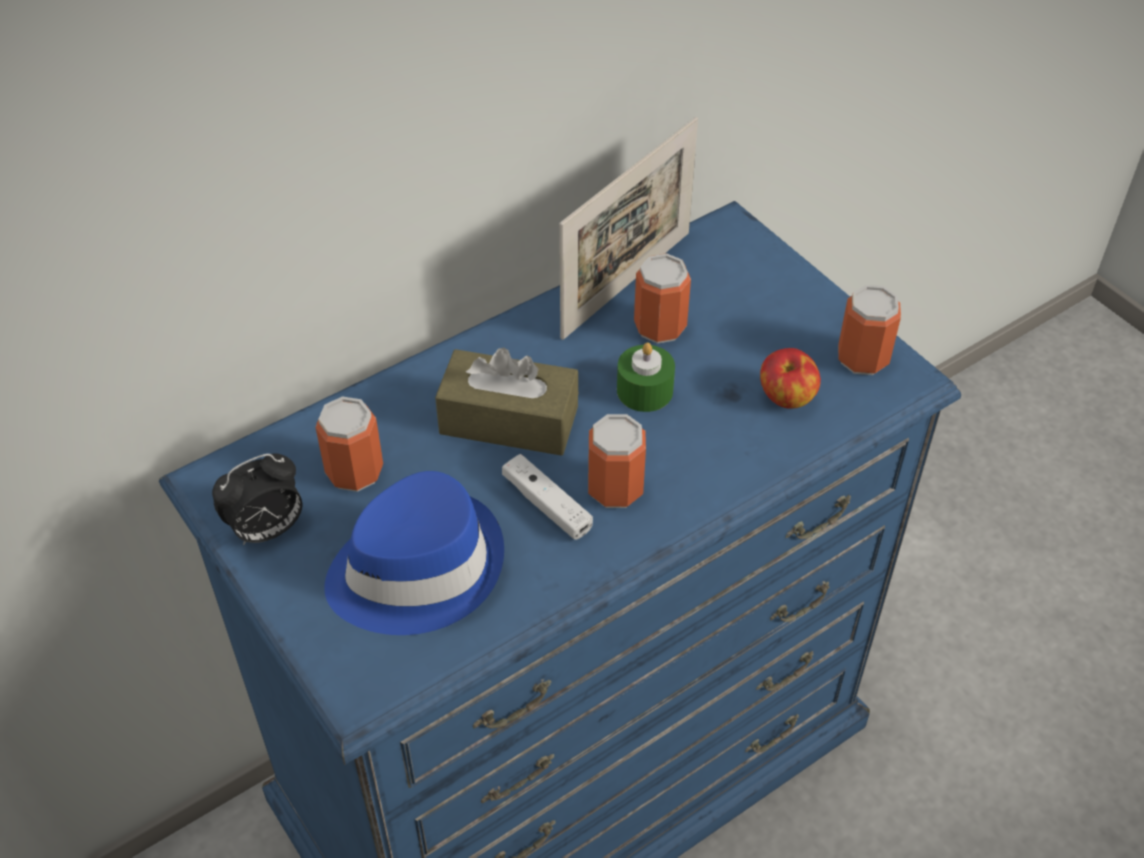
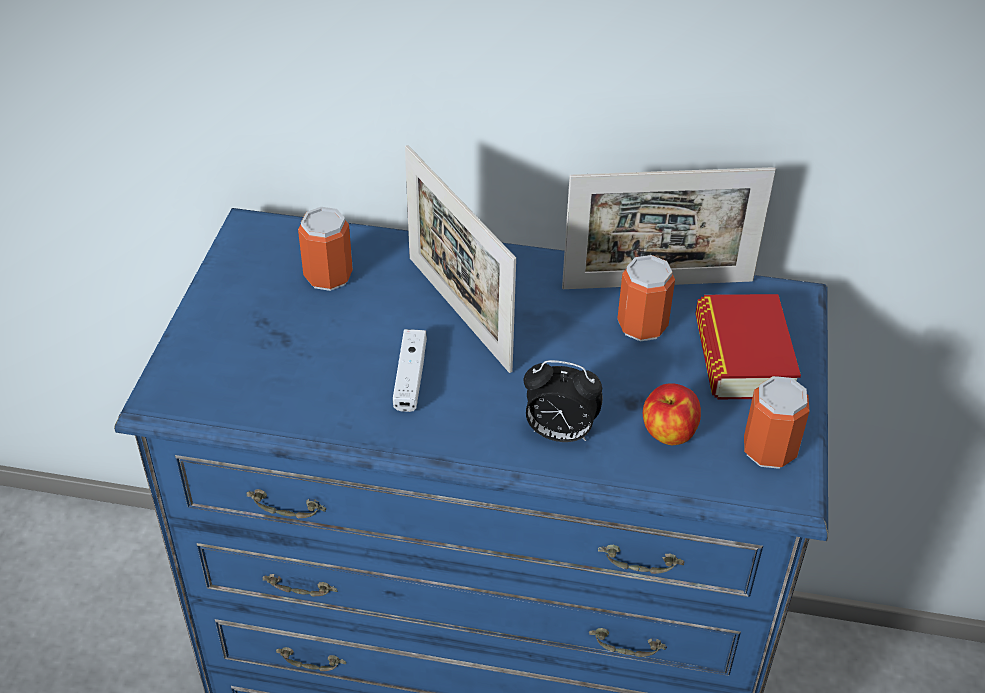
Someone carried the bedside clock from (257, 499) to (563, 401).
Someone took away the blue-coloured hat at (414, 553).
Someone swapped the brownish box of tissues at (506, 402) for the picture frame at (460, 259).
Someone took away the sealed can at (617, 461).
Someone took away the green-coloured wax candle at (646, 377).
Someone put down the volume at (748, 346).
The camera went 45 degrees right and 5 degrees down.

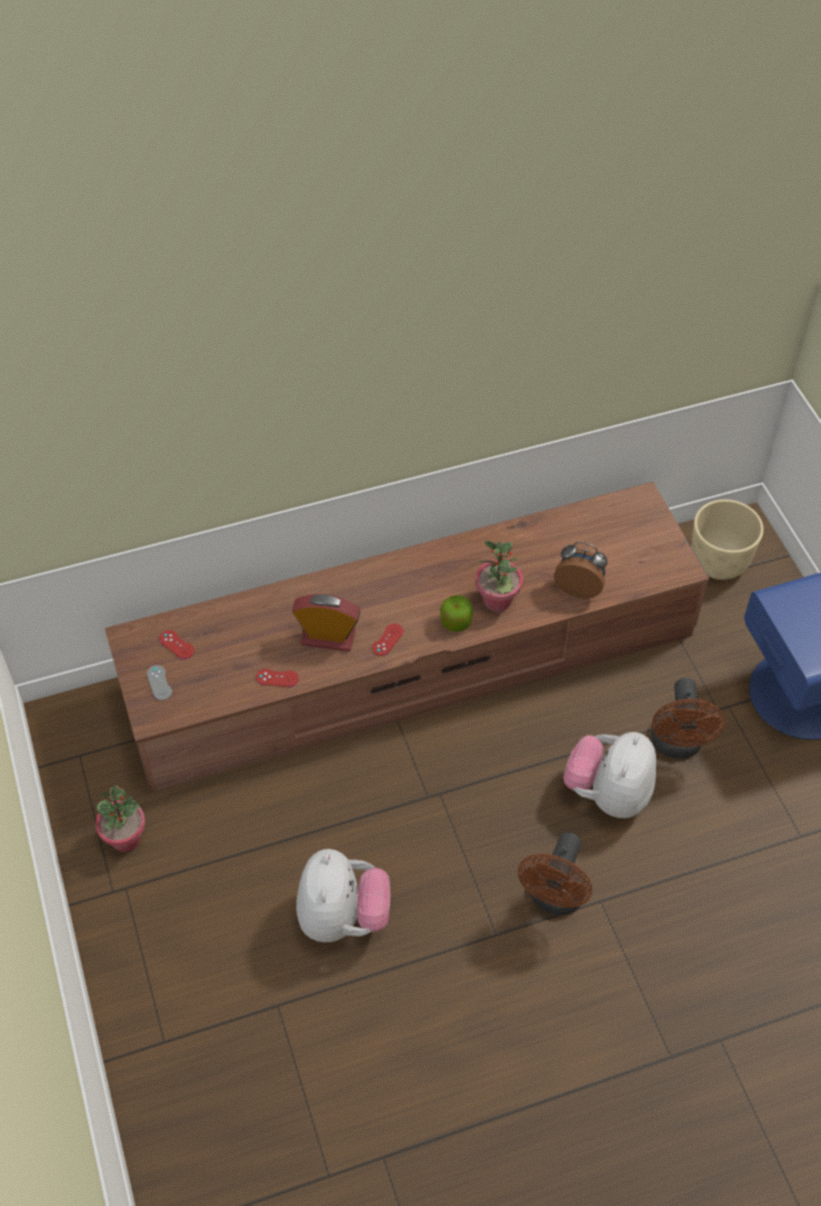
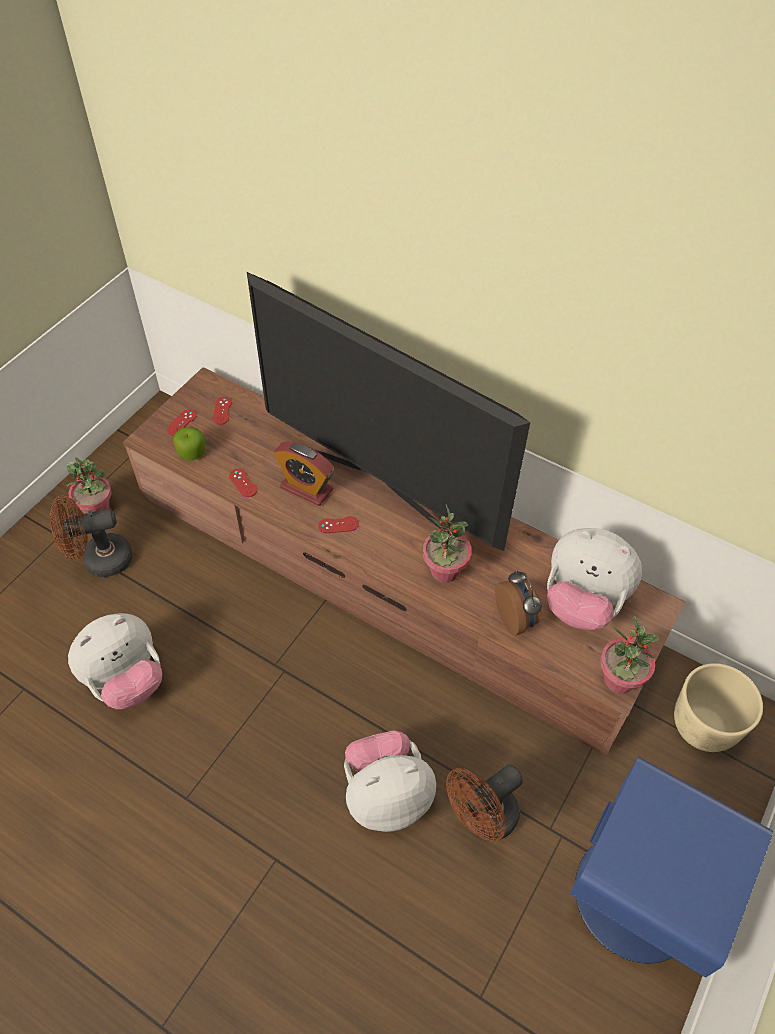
Someone repainted the grey gamepad at (159, 682), which became the reddish gamepad at (182, 422).
Someone rotated the bedside clock at (326, 622) by 150 degrees clockwise.
Someone carried the apple fruit from (456, 613) to (189, 443).
Someone carried the brownish electric fan from (555, 873) to (91, 536).
Someone put down the television at (388, 411).
Someone put down the soft toy at (594, 579).
Someone put down the houseplant at (629, 655).
The camera went 50 degrees right and 0 degrees up.

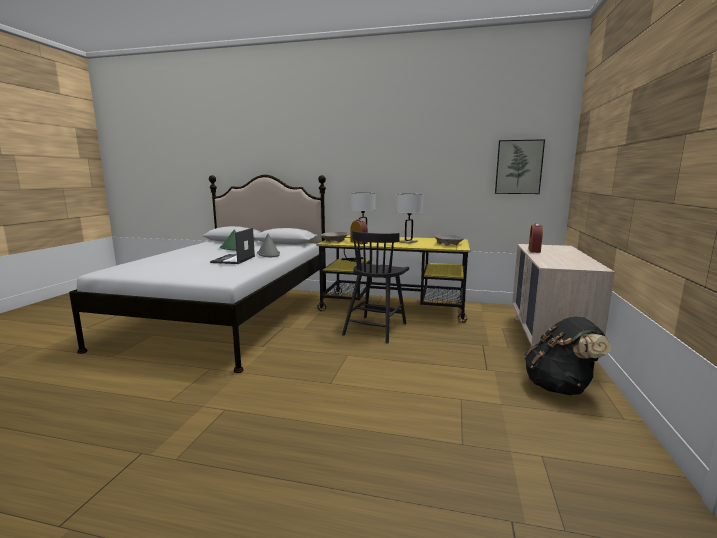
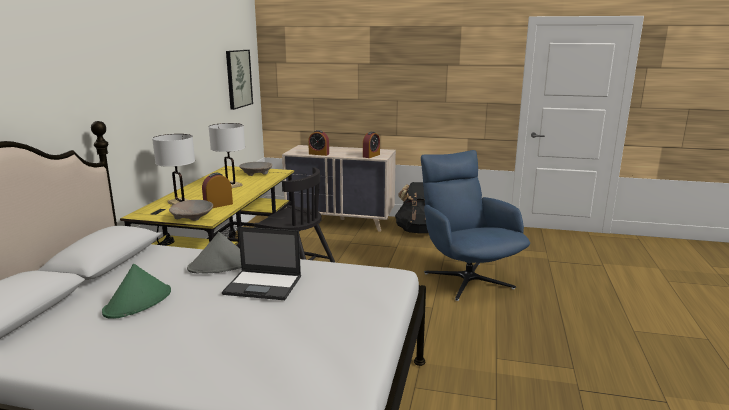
Someone put down the bedside clock at (371, 145).
Someone put down the blue-coloured armchair at (475, 225).
The camera went 90 degrees left and 5 degrees up.

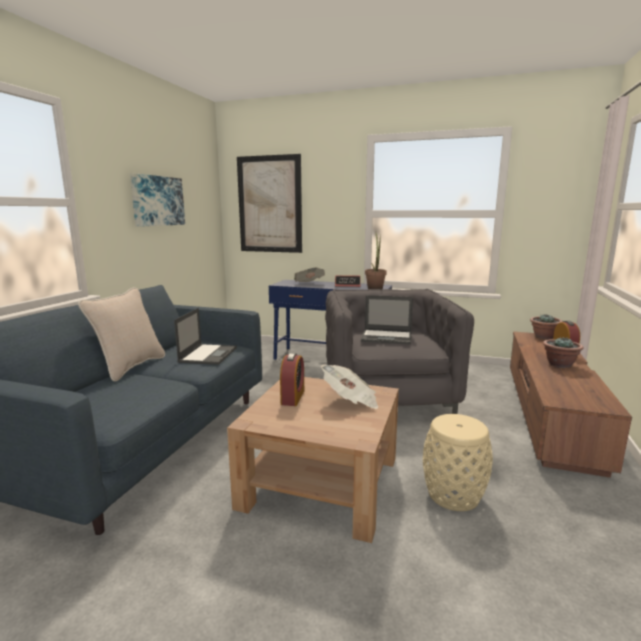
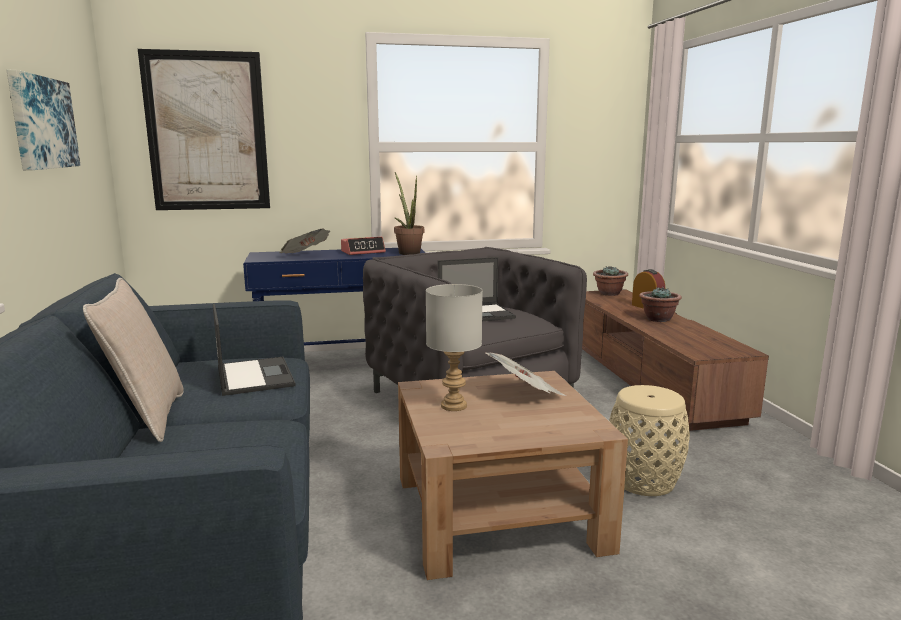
Someone swapped the bedside clock at (292, 379) for the grey tabletop lamp at (454, 347).
The camera went 30 degrees left and 0 degrees up.

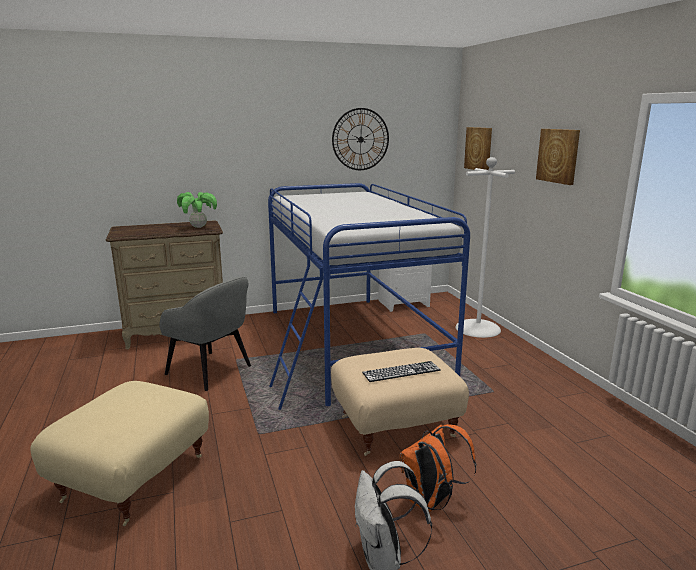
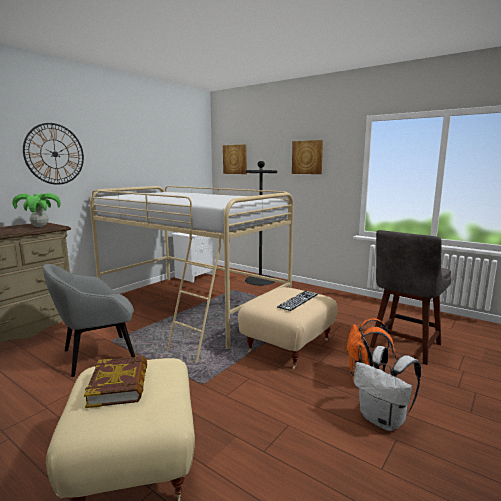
Someone rotated the grey armchair at (205, 334) by 150 degrees clockwise.
Someone repainted the blue-coloured bedroom bed at (369, 296), which became the beige bedroom bed at (192, 274).
Someone carried the hanging clock from (360, 139) to (53, 154).
Someone repainted the white-coloured clothes rack at (485, 247), which became the black clothes rack at (261, 223).
Someone put down the volume at (115, 382).
Someone put down the grey stool seat at (410, 297).
The camera went 35 degrees left and 5 degrees down.

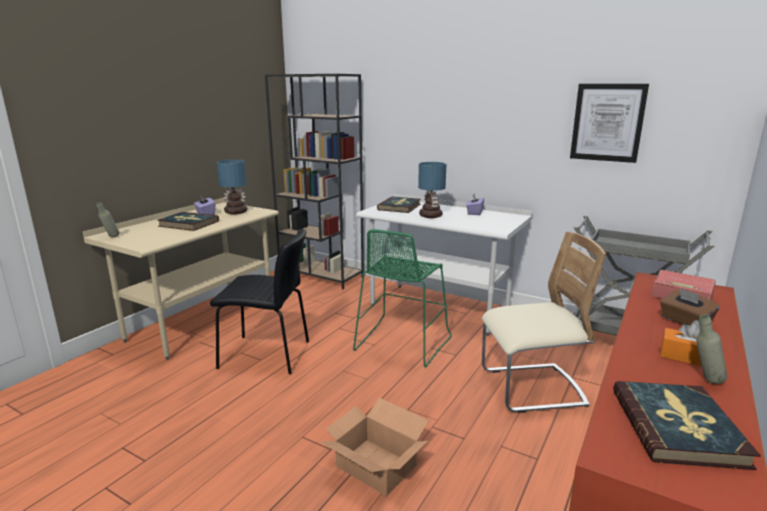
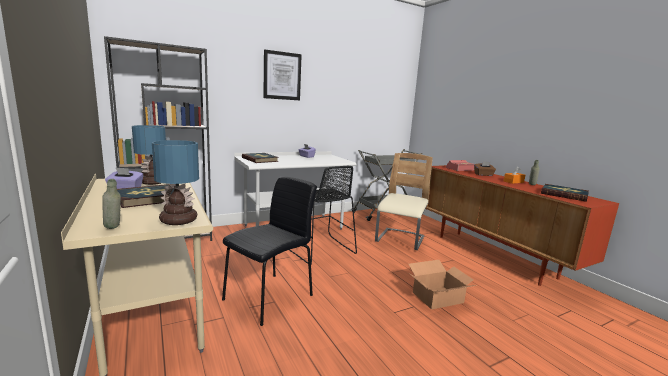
Someone repainted the green-coloured stool seat at (402, 298), which became the black stool seat at (323, 215).
Someone carried the tabletop lamp from (432, 190) to (175, 182).
Someone carried the wall picture from (609, 123) to (282, 74).
The camera went 60 degrees left and 5 degrees down.

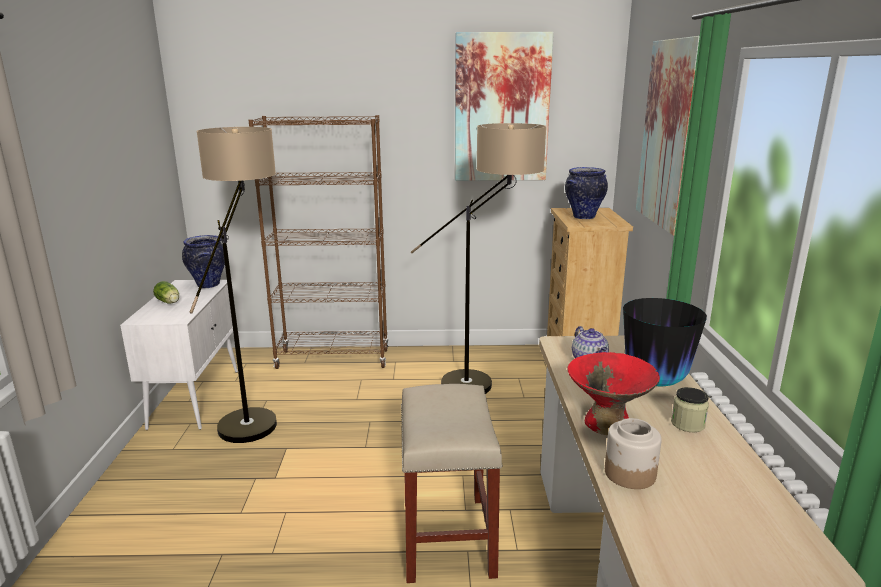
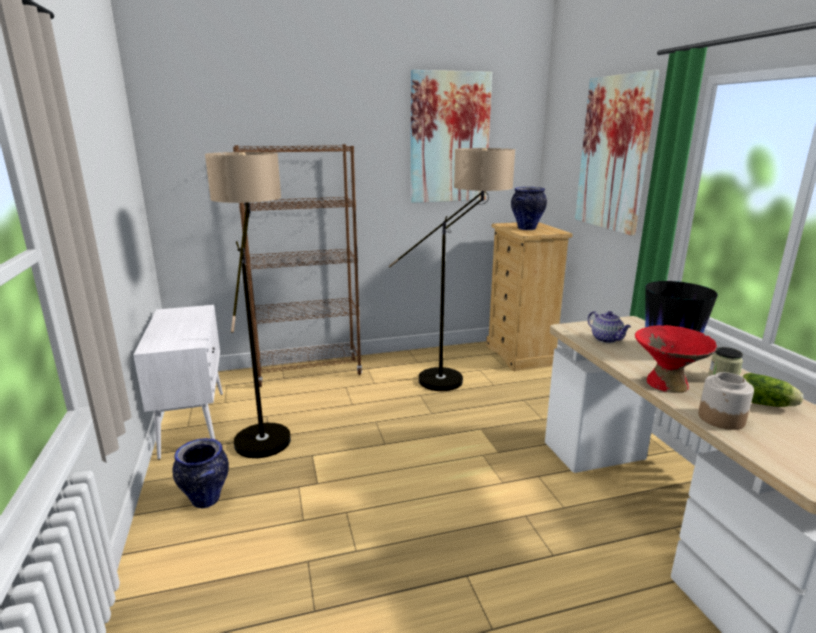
Someone carried the lettuce from (166, 292) to (773, 390).
Someone carried the flower vase from (203, 261) to (201, 473).
Someone took away the beige stool seat at (452, 483).
The camera went 15 degrees left and 0 degrees up.

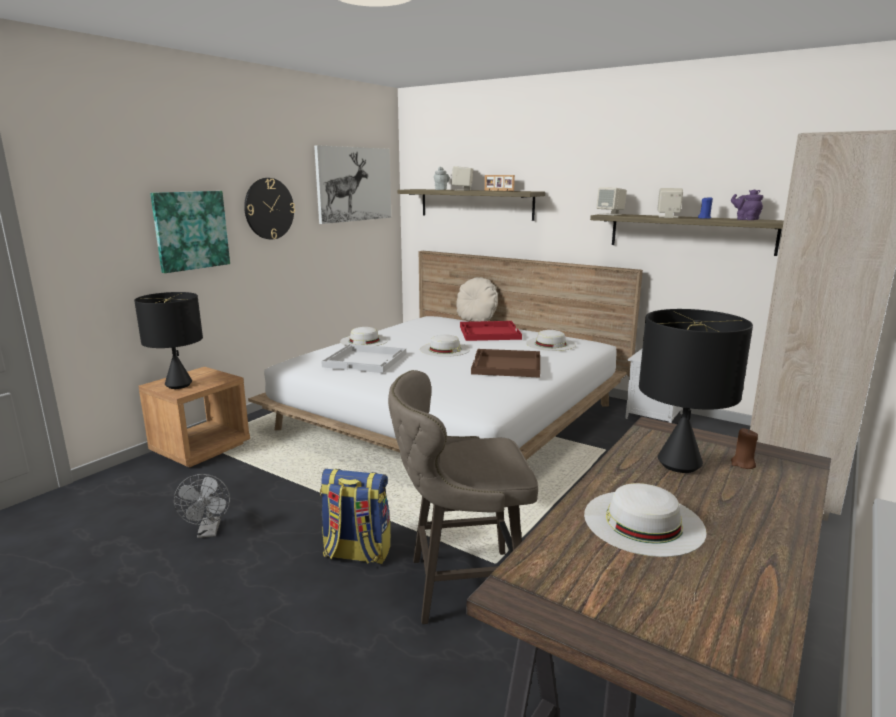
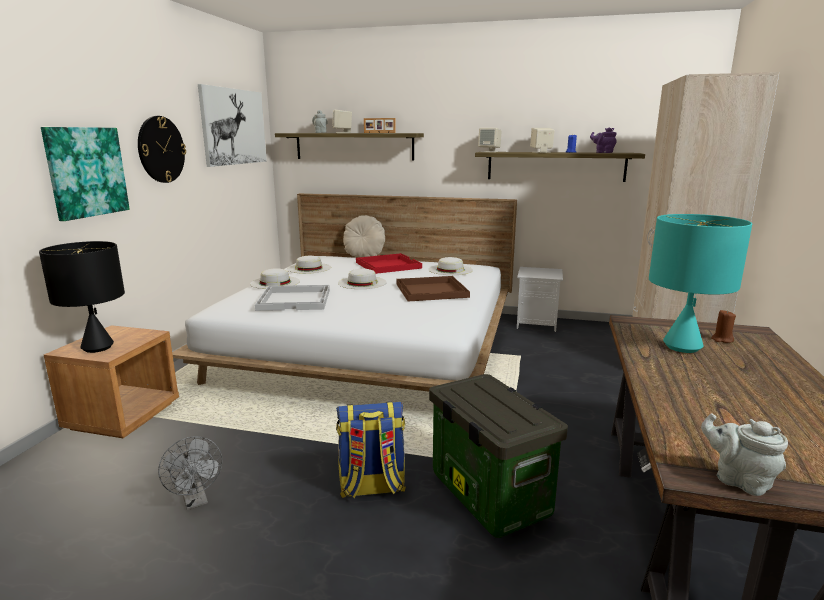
Someone swapped the beige stool seat at (463, 497) for the storage bin at (498, 456).
Someone carried the white-coloured hat from (645, 520) to (309, 265).
Someone repainted the black tabletop lamp at (696, 391), which became the blue-green tabletop lamp at (700, 283).
Someone put down the grey tea pot at (744, 454).
The camera went 20 degrees left and 0 degrees up.

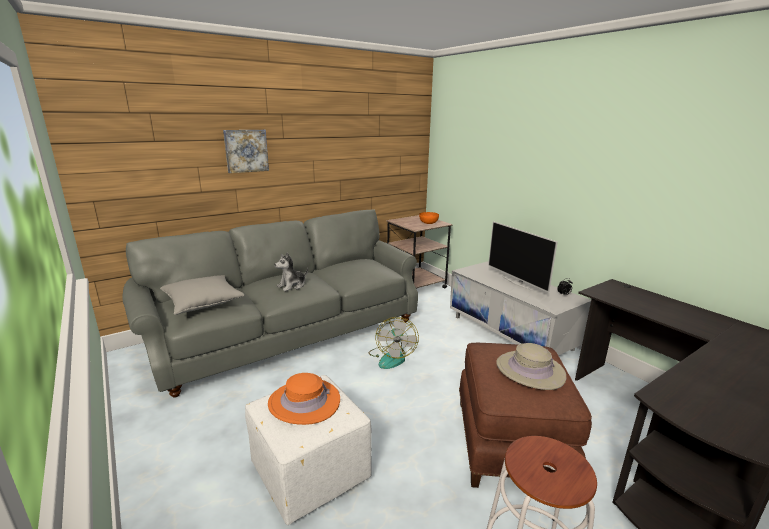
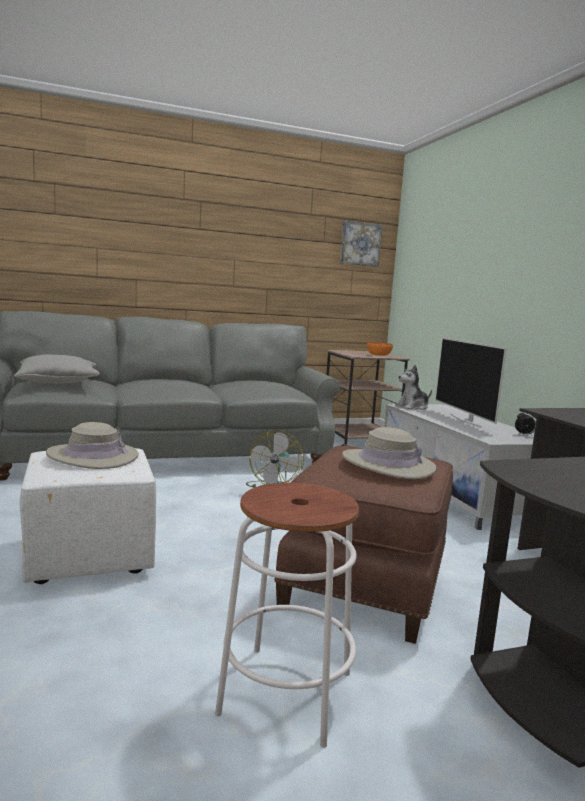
Someone carried the wall picture from (246, 151) to (361, 243).
Someone repainted the orangey hat at (304, 399), which became the beige hat at (92, 445).
Someone carried the soft toy from (291, 271) to (413, 387).
The camera went 15 degrees right and 10 degrees down.

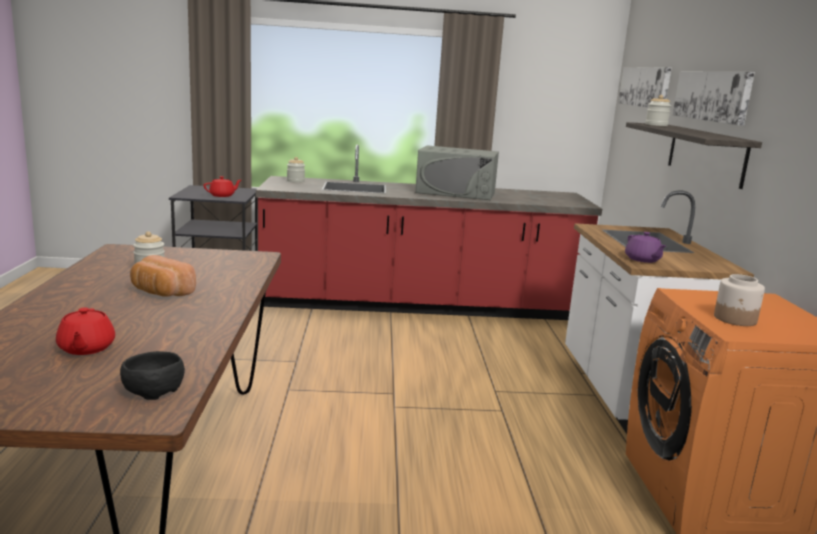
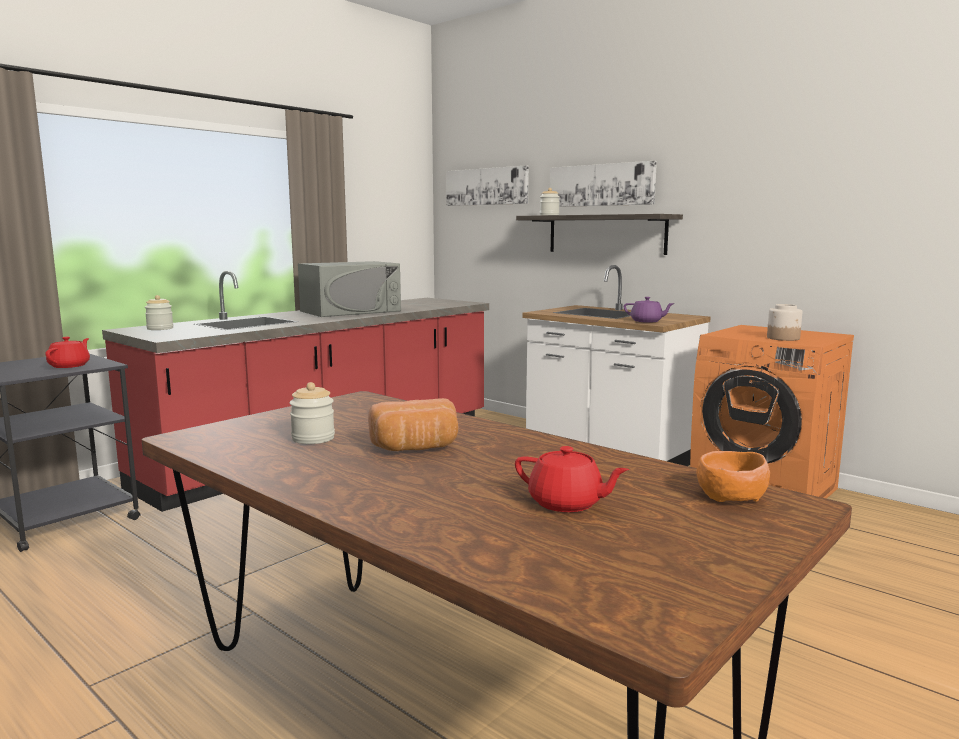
Someone repainted the black bowl at (152, 375), which became the orangey bowl at (733, 476).
The camera went 45 degrees left and 5 degrees down.

